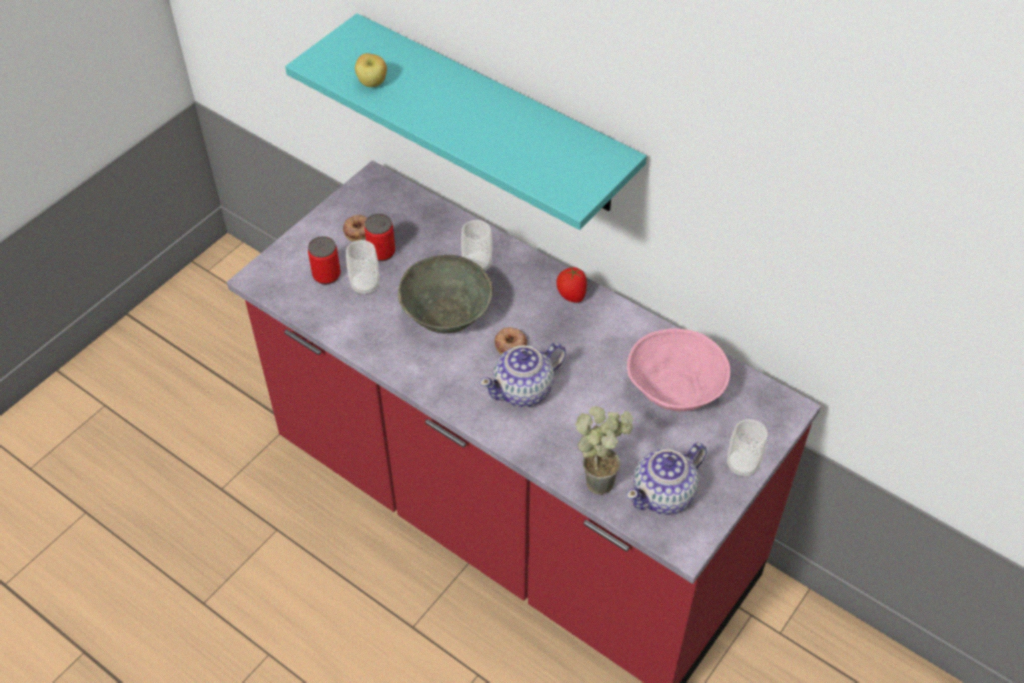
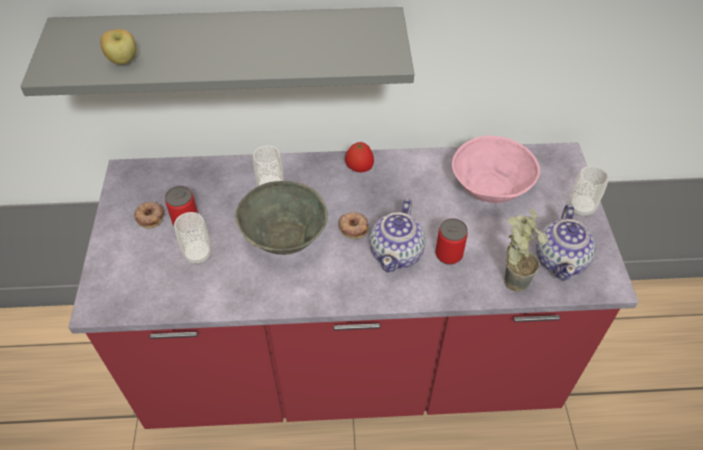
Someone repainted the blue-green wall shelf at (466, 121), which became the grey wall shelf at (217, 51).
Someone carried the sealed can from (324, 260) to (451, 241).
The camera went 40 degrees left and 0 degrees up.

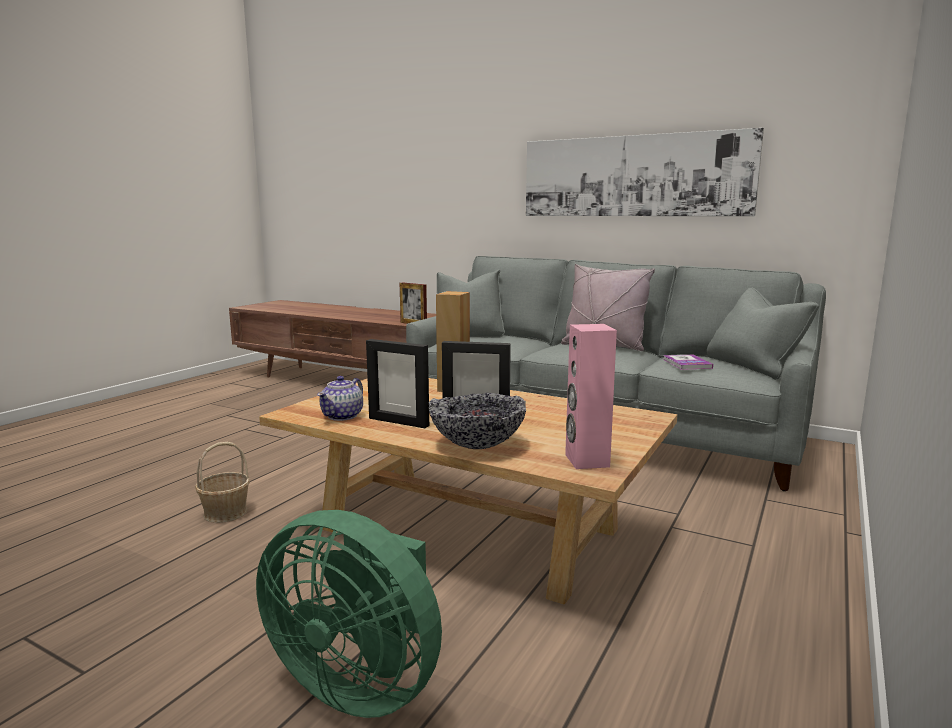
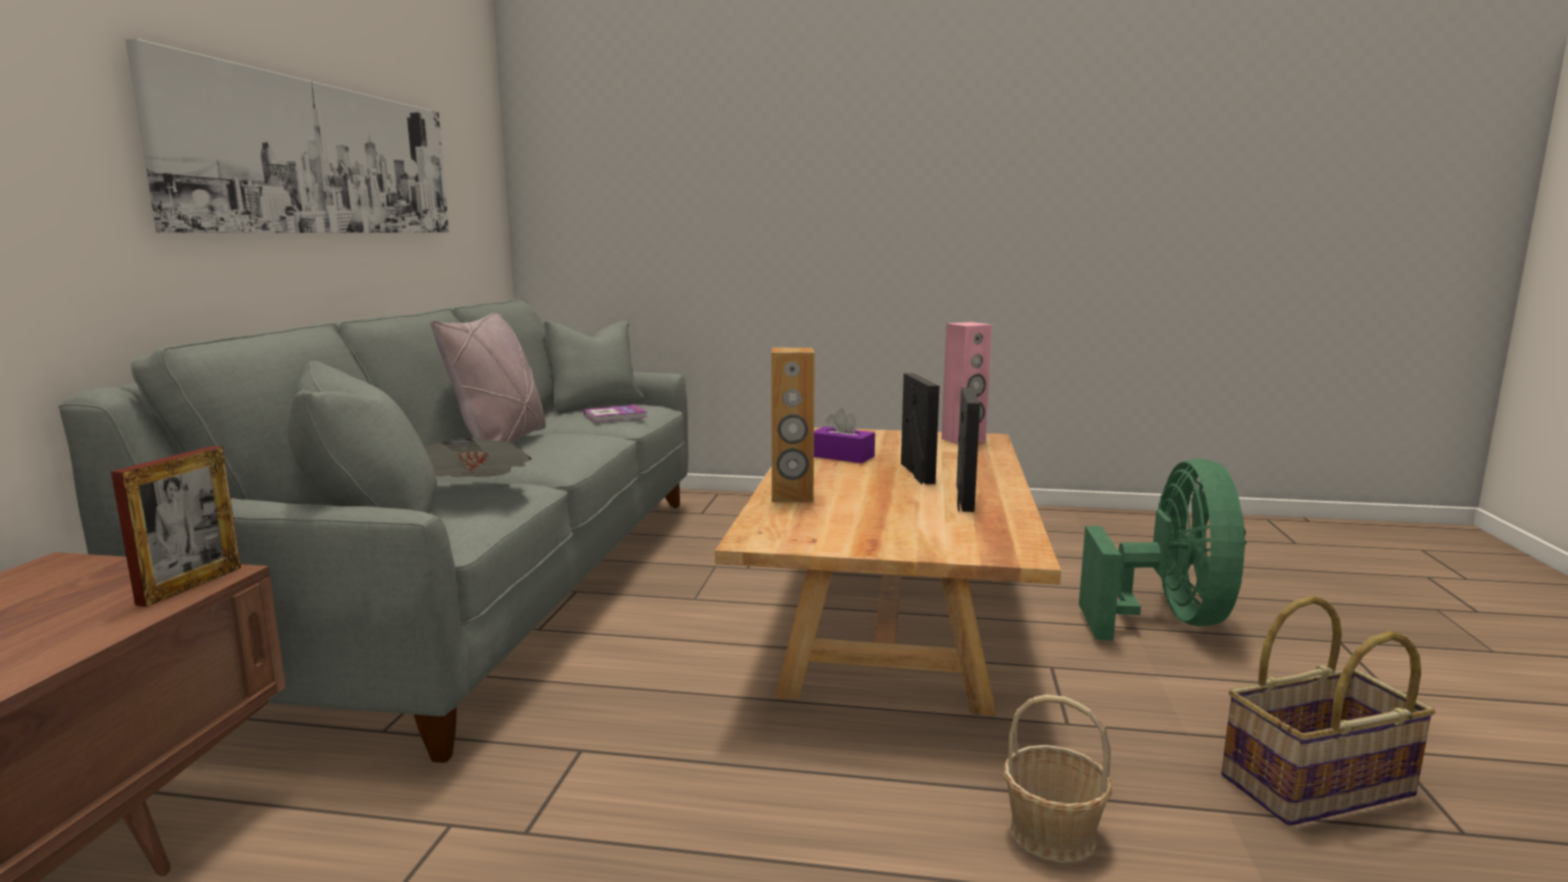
Someone took away the tea pot at (340, 398).
Someone took away the bowl at (477, 421).
Someone put down the newspaper at (478, 457).
Someone put down the purplish box of tissues at (844, 436).
Someone put down the household basket at (1328, 711).
The camera went 110 degrees left and 0 degrees up.

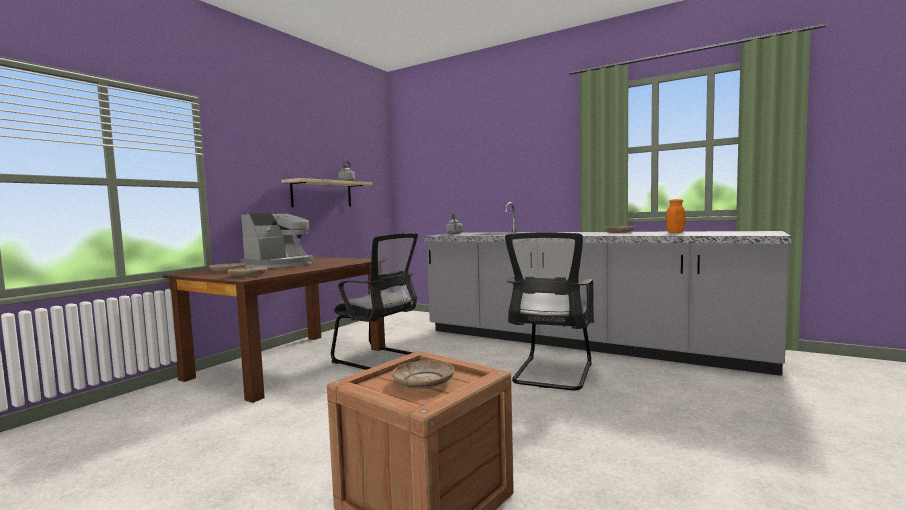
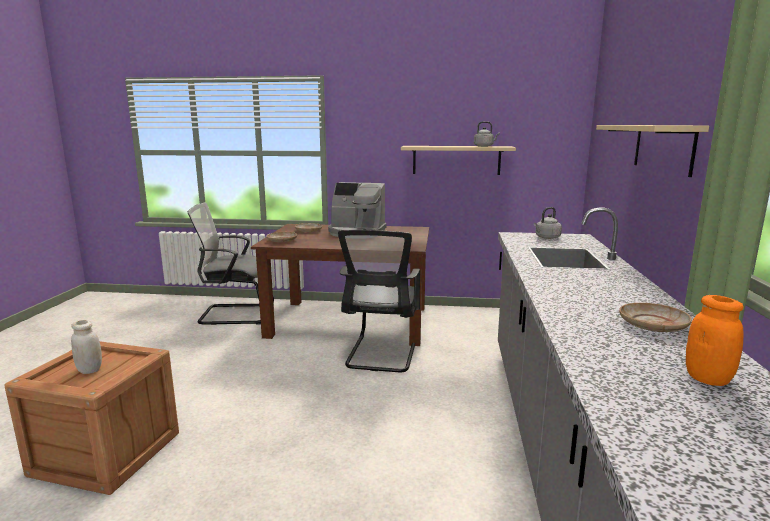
Someone swapped the beige dinner plate at (423, 374) for the white-coloured jar at (86, 347).
Someone carried the plain chair from (549, 311) to (231, 263).
Someone put up the beige wall shelf at (652, 151).
The camera went 65 degrees right and 10 degrees up.

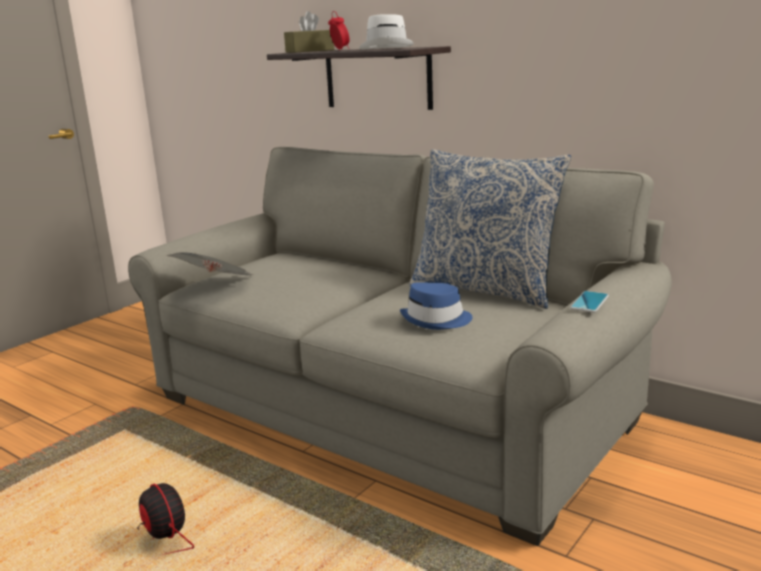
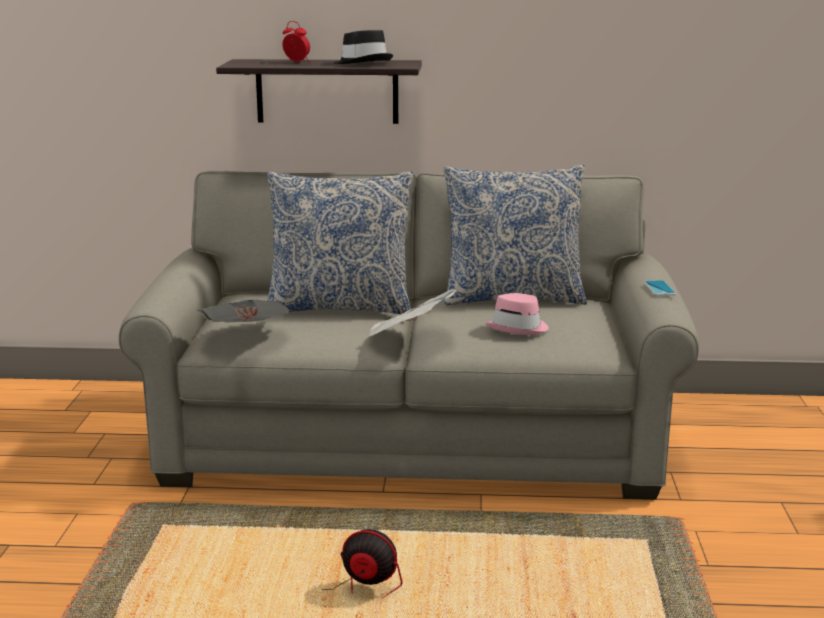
Someone took away the brownish box of tissues at (309, 31).
Someone repainted the white-coloured hat at (386, 31), which became the black hat at (363, 47).
Someone repainted the blue-coloured hat at (436, 306), which became the pink-coloured hat at (517, 314).
Someone put down the cushion at (340, 243).
Someone put down the newspaper at (411, 313).
The camera went 35 degrees left and 0 degrees up.

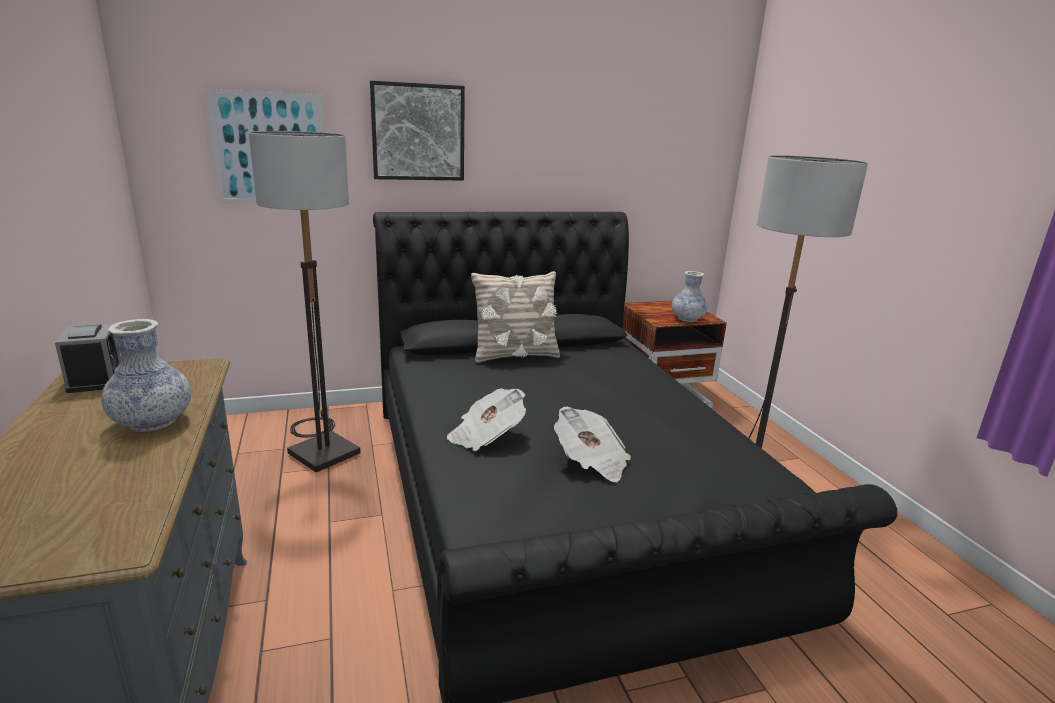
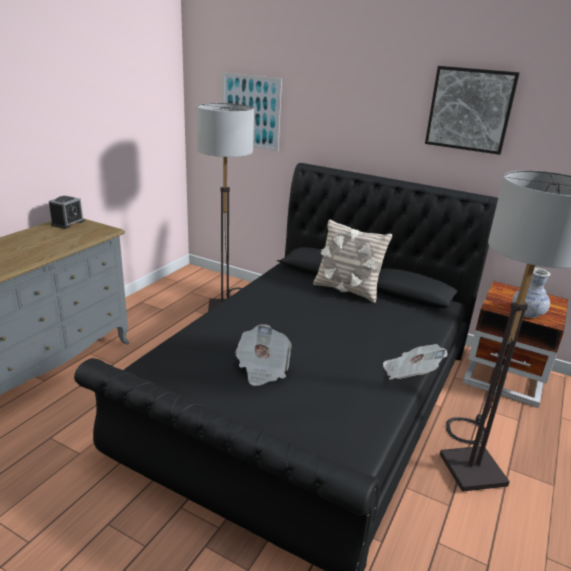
Someone took away the flower vase at (146, 375).
Someone carried the wall picture from (417, 131) to (472, 110).
Someone carried the newspaper from (486, 419) to (415, 362).
The camera went 45 degrees right and 5 degrees up.

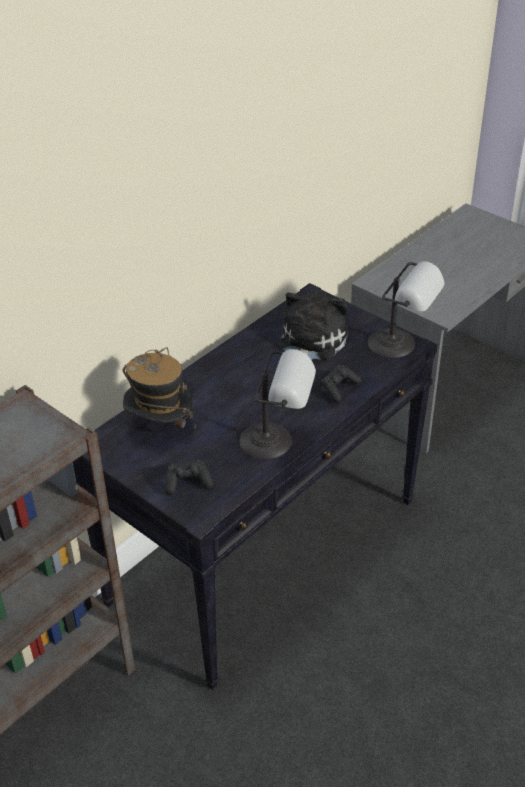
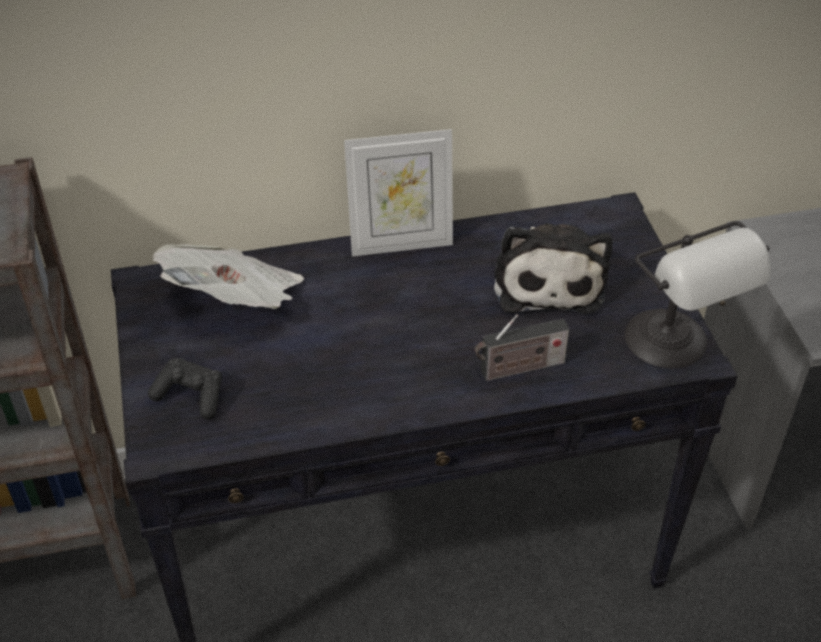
Someone swapped the hat at (159, 387) for the newspaper at (228, 276).
Someone took away the tabletop lamp at (277, 404).
Someone rotated the soft toy at (314, 325) by 120 degrees clockwise.
Someone swapped the black gamepad at (340, 384) for the radio at (522, 347).
Someone put down the picture frame at (398, 193).
The camera went 35 degrees right and 5 degrees up.

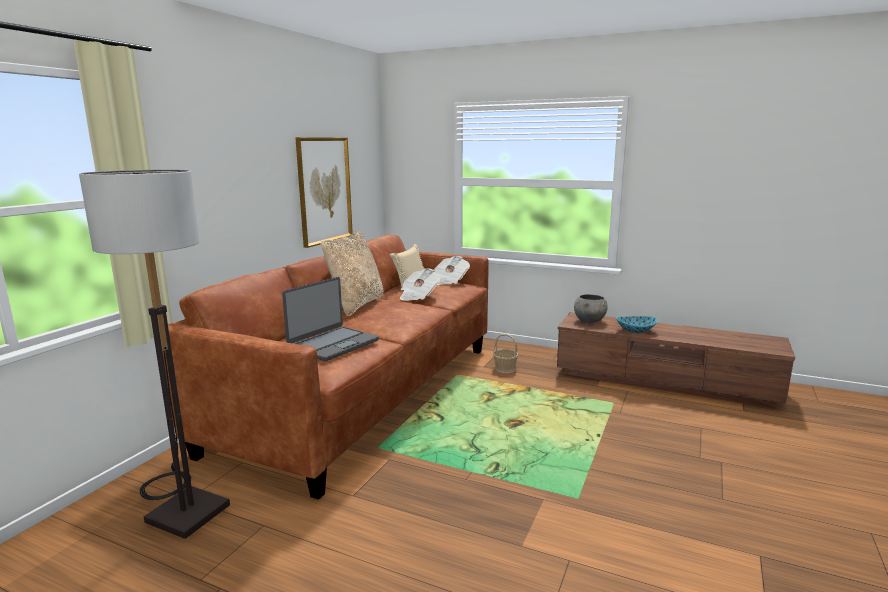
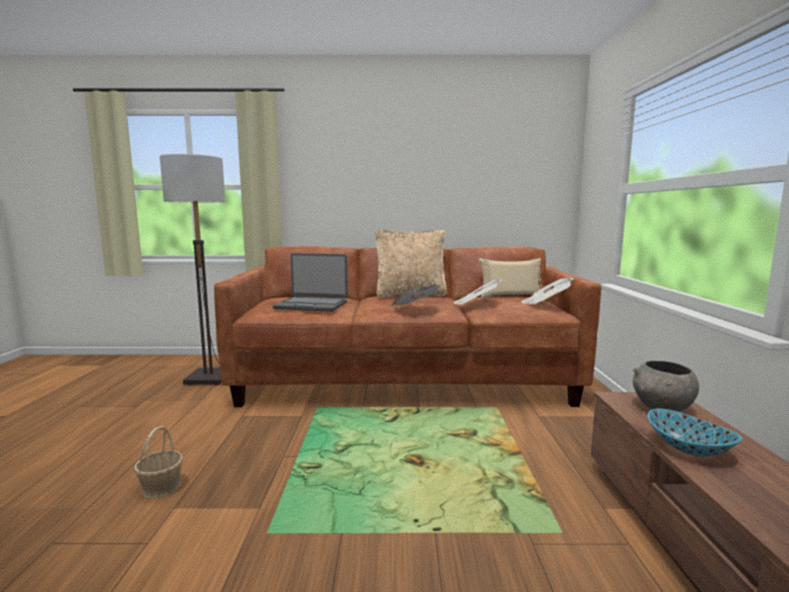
Someone took away the wall picture at (324, 192).
Someone carried the household basket from (505, 353) to (158, 462).
Someone put down the newspaper at (415, 295).
The camera went 65 degrees right and 5 degrees down.

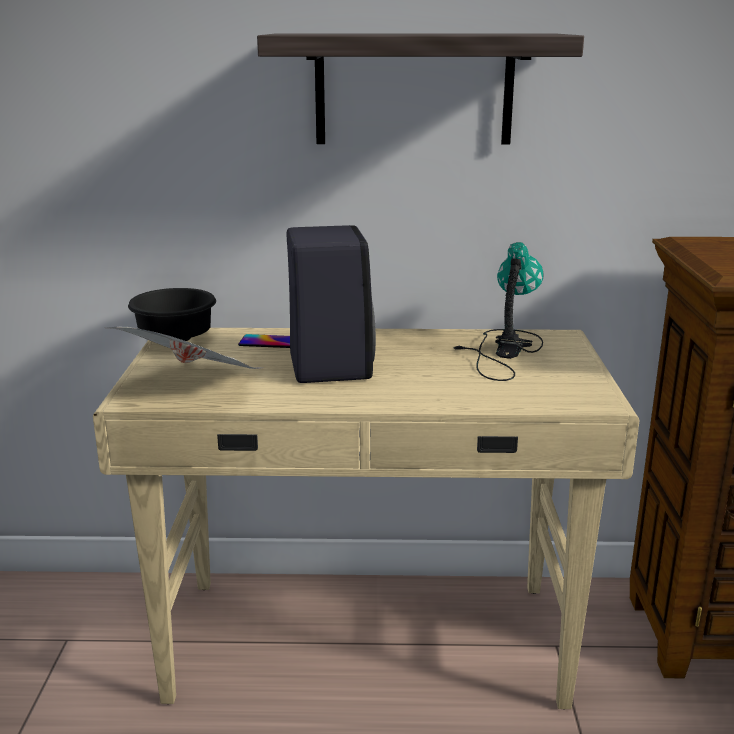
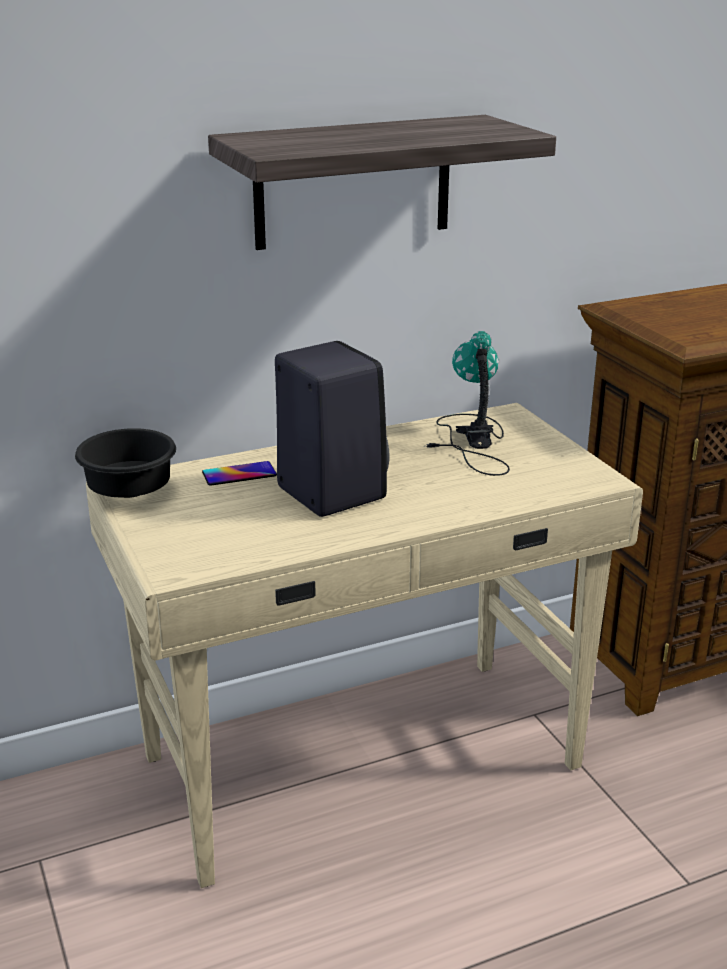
Someone took away the newspaper at (185, 348).
The camera went 25 degrees left and 5 degrees up.

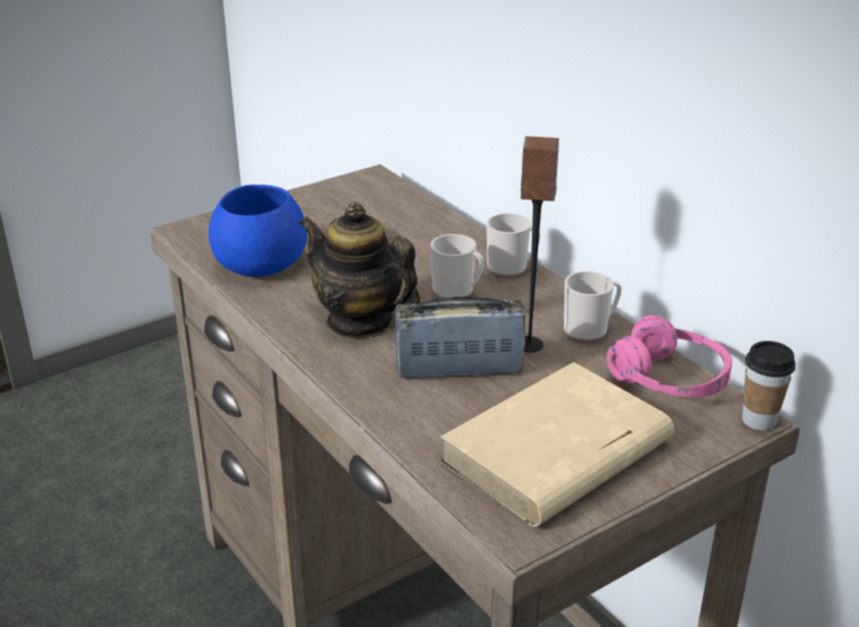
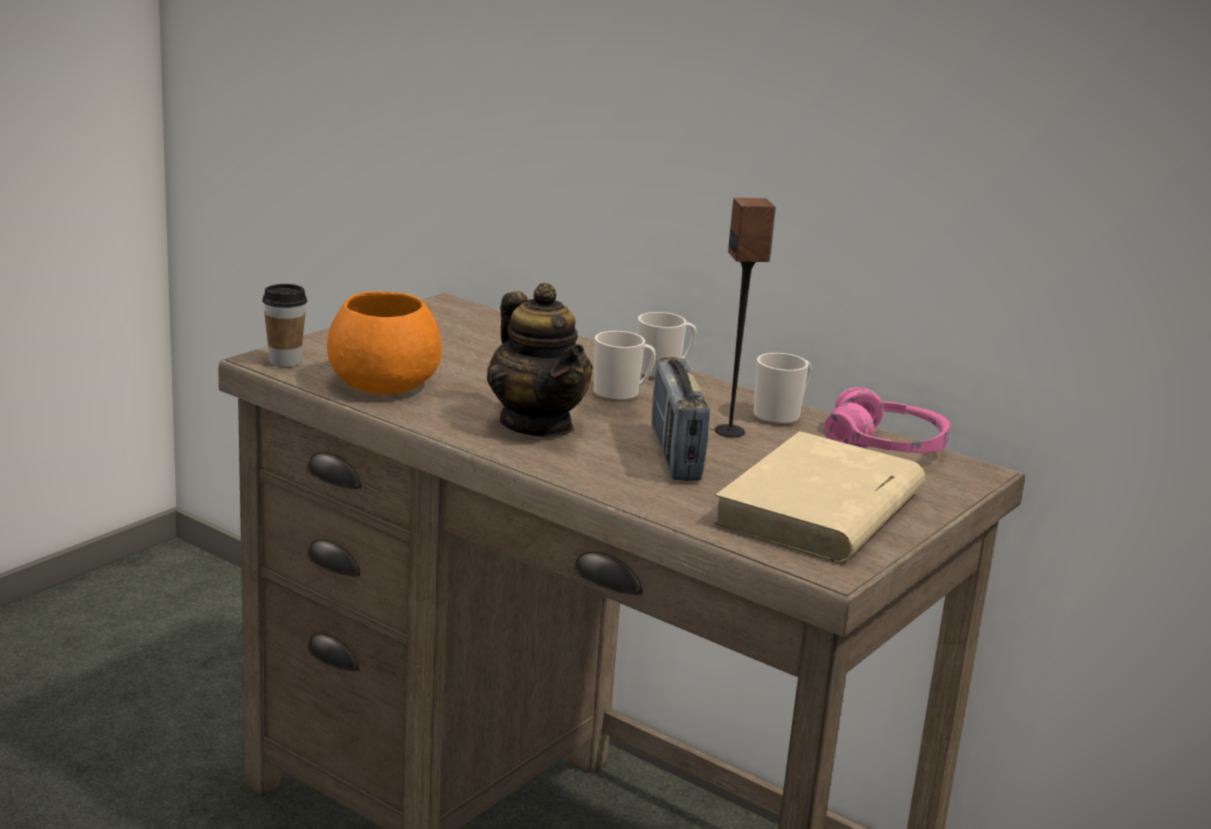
Someone repainted the blue-coloured bowl at (258, 231), which became the orangey bowl at (384, 343).
Someone rotated the tea pot at (360, 270) by 135 degrees counterclockwise.
Someone rotated the radio at (460, 337) by 75 degrees counterclockwise.
Someone carried the drinking cup from (768, 386) to (284, 325).
The camera went 20 degrees left and 10 degrees down.

